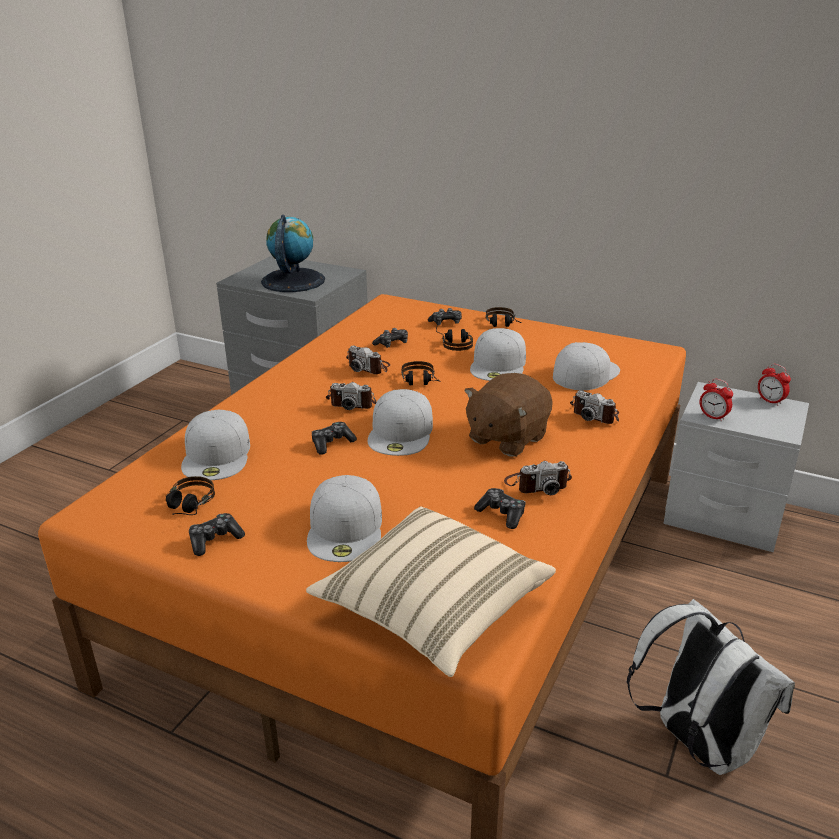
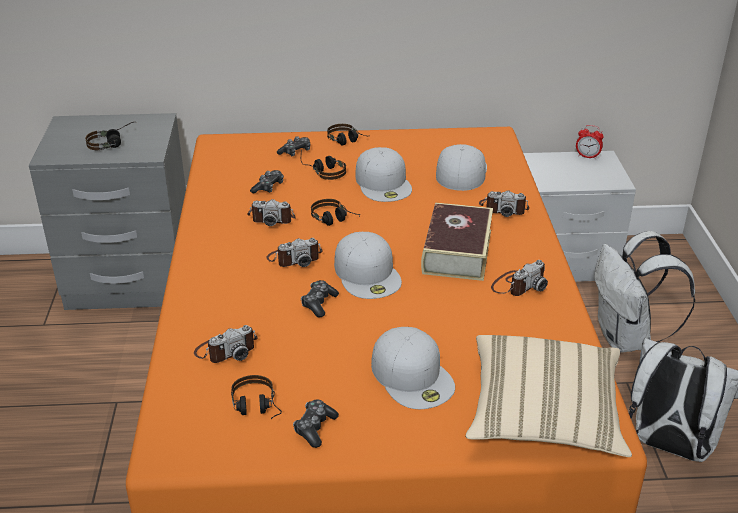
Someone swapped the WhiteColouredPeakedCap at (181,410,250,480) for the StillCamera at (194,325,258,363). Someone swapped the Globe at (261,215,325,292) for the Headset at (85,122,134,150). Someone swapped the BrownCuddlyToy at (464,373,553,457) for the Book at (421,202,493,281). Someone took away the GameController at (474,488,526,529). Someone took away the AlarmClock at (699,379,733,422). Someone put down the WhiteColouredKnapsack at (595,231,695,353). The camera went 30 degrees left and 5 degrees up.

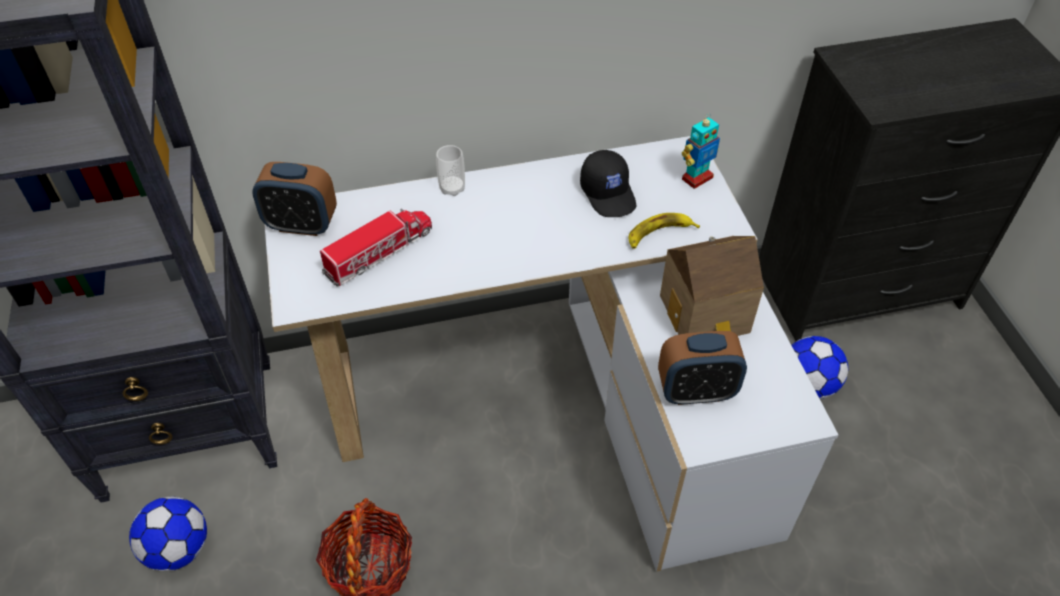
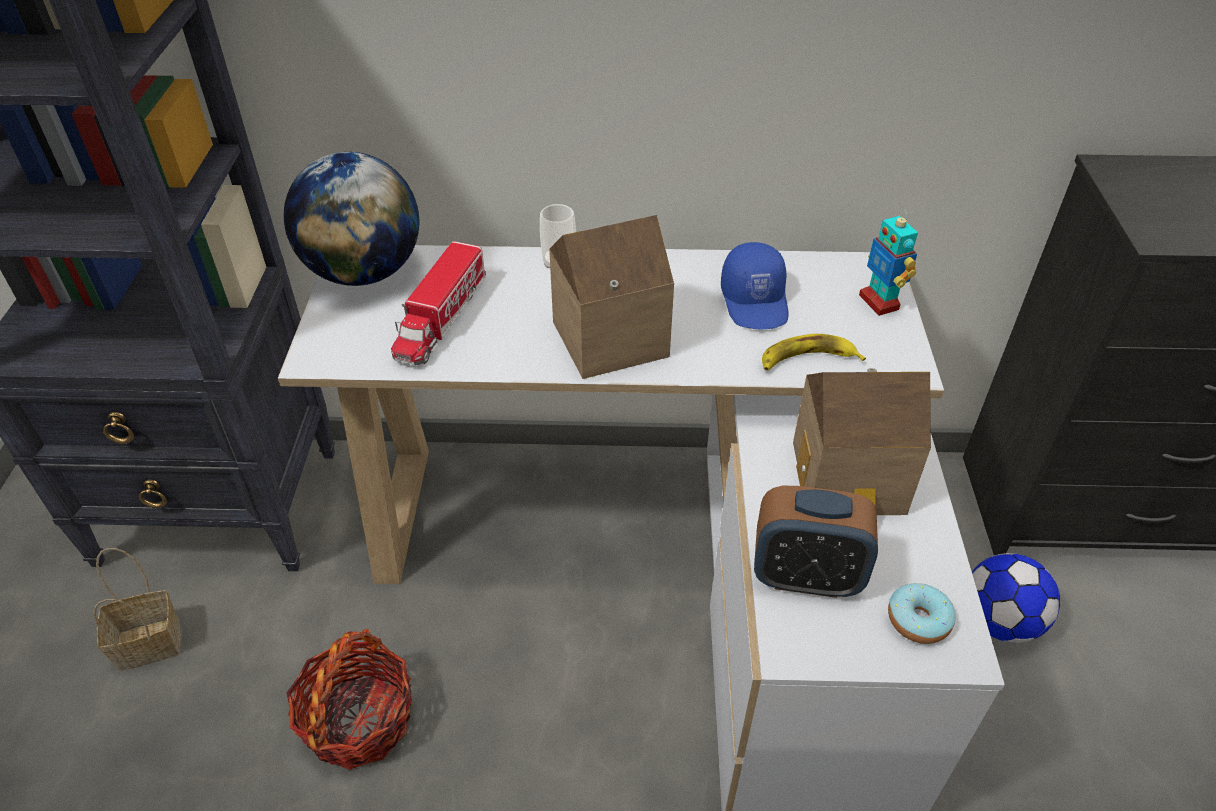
Someone swapped the FootballBall at (129,497,207,571) for the StorageBasket at (93,548,181,671). Someone swapped the AlarmClock at (252,162,337,236) for the Globe at (284,152,419,286). Someone rotated the ModelTruck at (320,208,432,287) by 135 degrees clockwise. Someone repainted the BlackishPeakedCap at (580,150,636,217), which became the BluePeakedCap at (721,242,788,329). Someone rotated the RobotFigure at (682,114,720,189) by 90 degrees clockwise. Someone put down the ToyHouse at (549,215,674,379). Someone put down the RingDoughnut at (888,583,955,644). The camera went 15 degrees right and 5 degrees down.

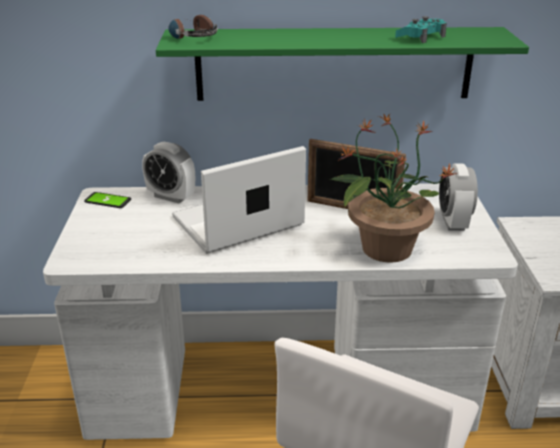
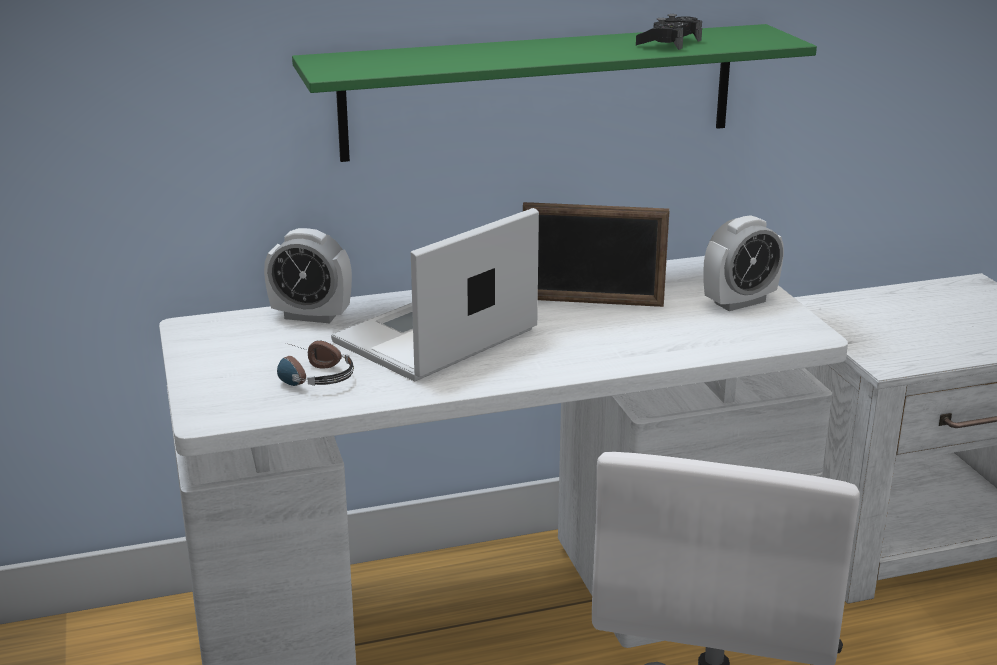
Someone took away the Phone at (84,192,131,208). Someone carried the Headset from (168,15,218,39) to (277,340,354,386). Someone took away the PlantInAPot at (330,114,457,263). Someone repainted the TurquoiseGameController at (395,16,447,43), which became the BlackishGameController at (636,14,702,50). Someone rotated the AlarmClock at (439,164,478,231) by 105 degrees counterclockwise. The camera went 15 degrees left and 5 degrees down.

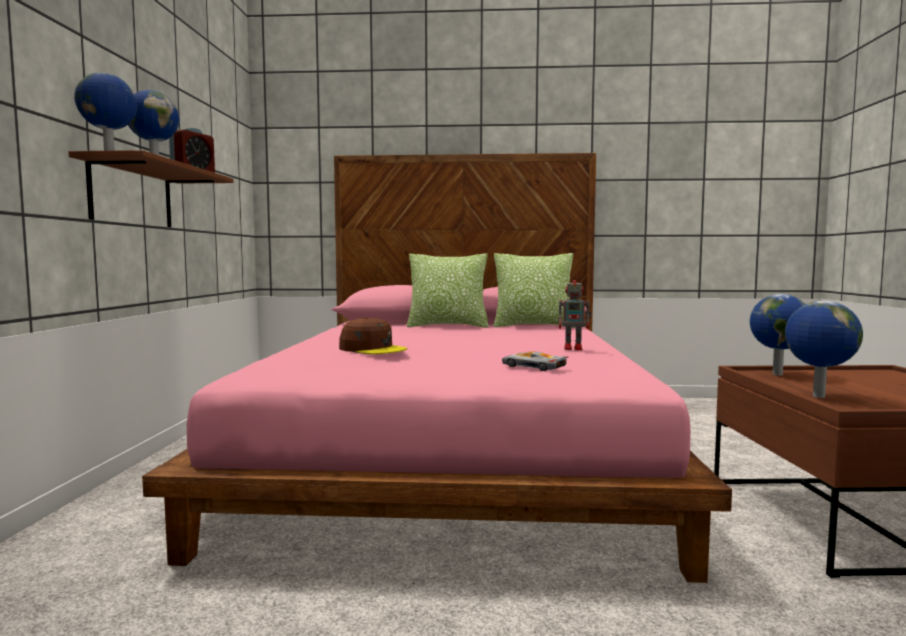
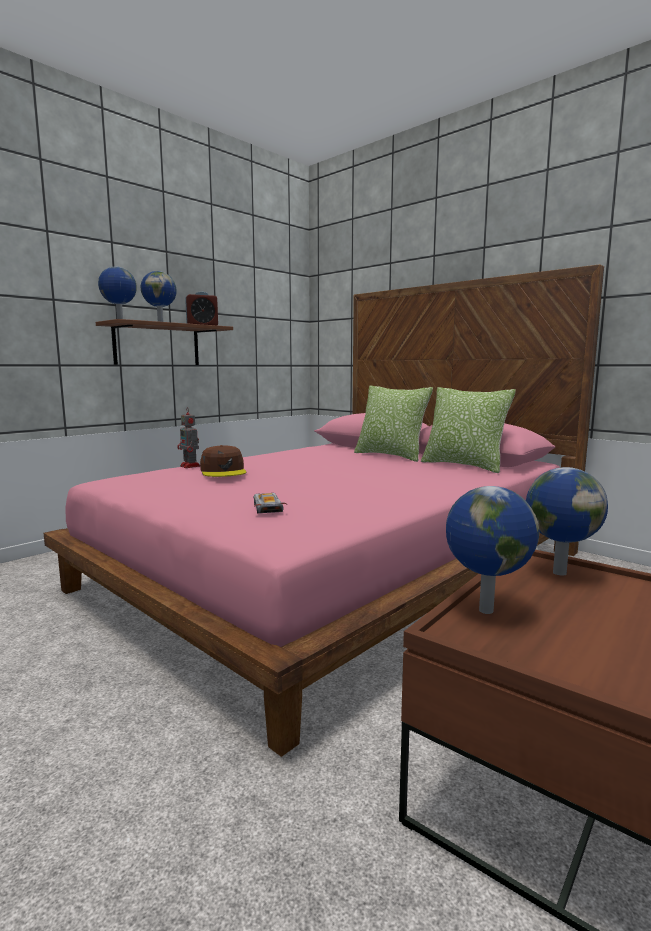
Someone carried the RobotFigure from (559,274,592,350) to (177,407,200,468). The camera went 40 degrees right and 5 degrees up.

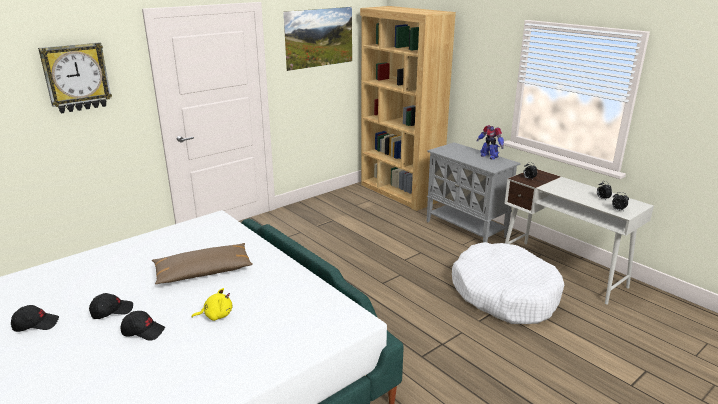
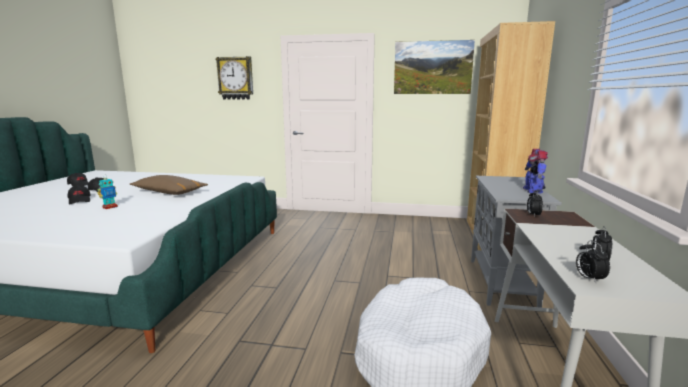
Someone swapped the YellowCuddlyToy at (191,288,232,321) for the RobotFigure at (98,175,118,209). The camera went 50 degrees right and 10 degrees down.

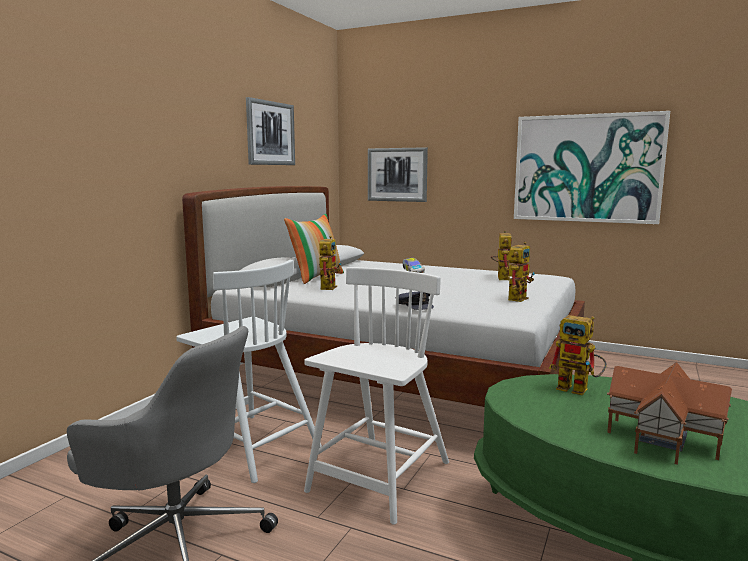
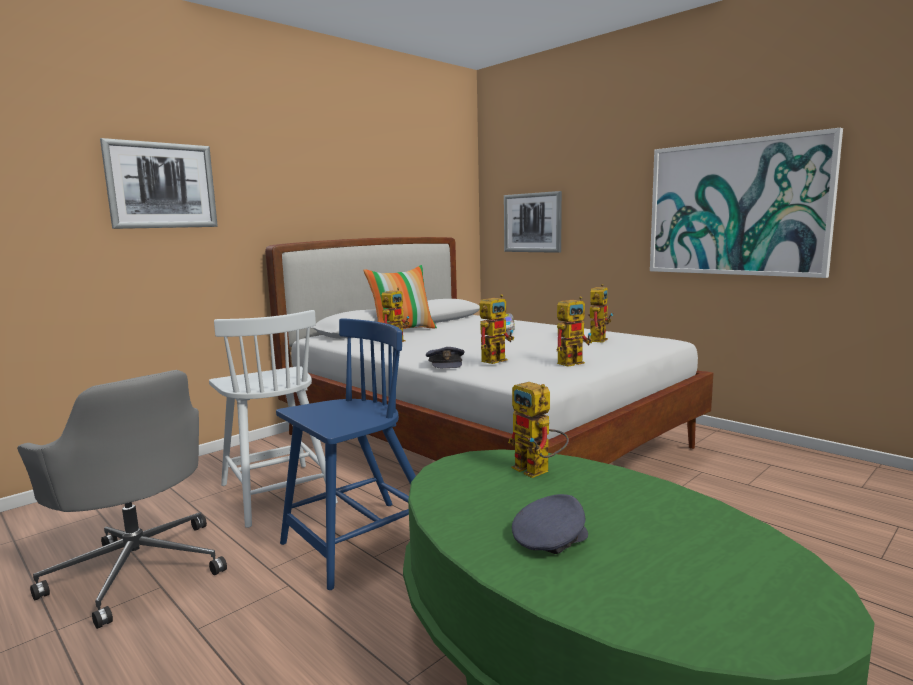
Someone carried the Picture from (246,97,295,165) to (100,138,218,229). Someone repainted the WhiteColouredUprightChair at (304,267,449,525), which became the BlueUprightChair at (276,318,416,590). Someone swapped the ToyHouse at (607,362,732,465) for the GrayPeakedCap at (512,494,588,554). Someone put down the RobotFigure at (480,294,514,364). The camera went 20 degrees right and 0 degrees up.

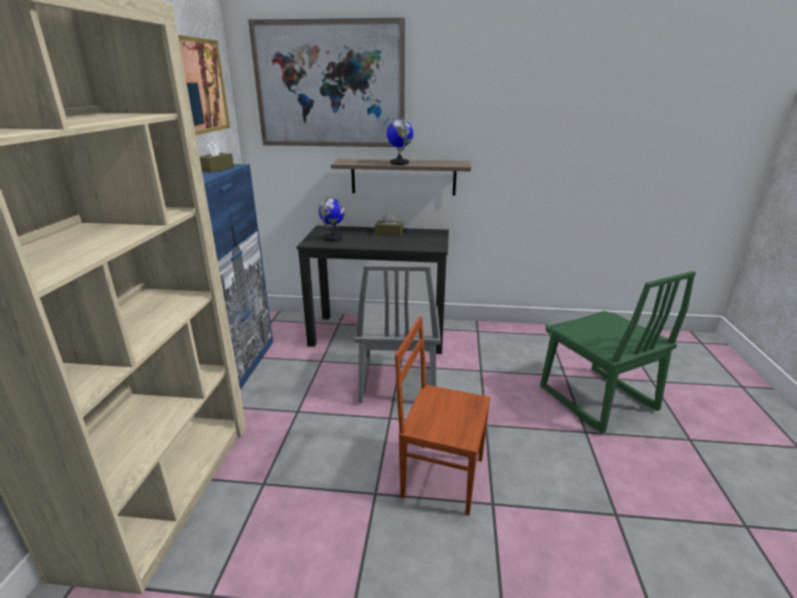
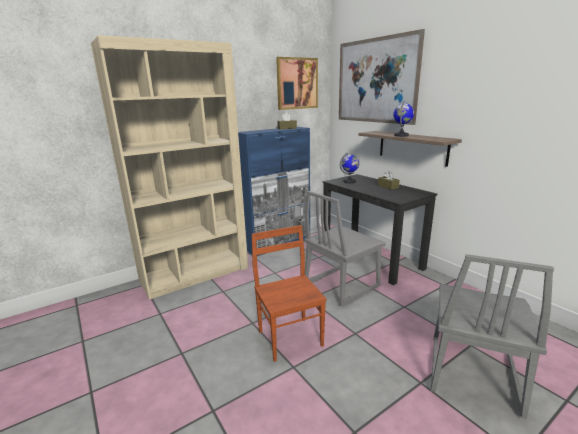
Someone repainted the GreenColouredUprightChair at (540,271,696,433), which became the GrayUprightChair at (431,254,554,419). The camera went 50 degrees right and 5 degrees down.

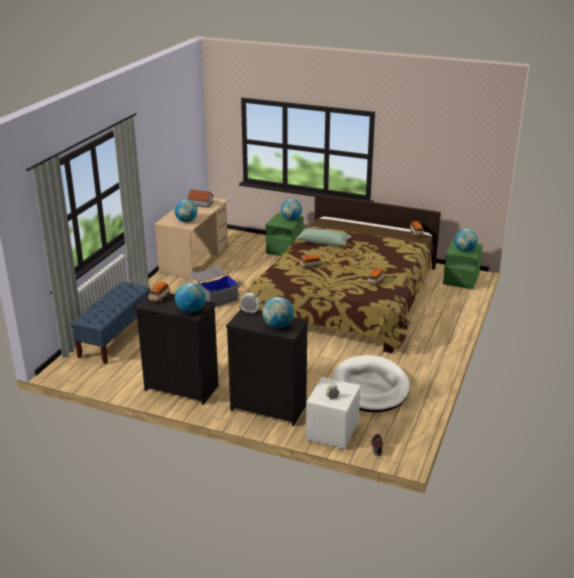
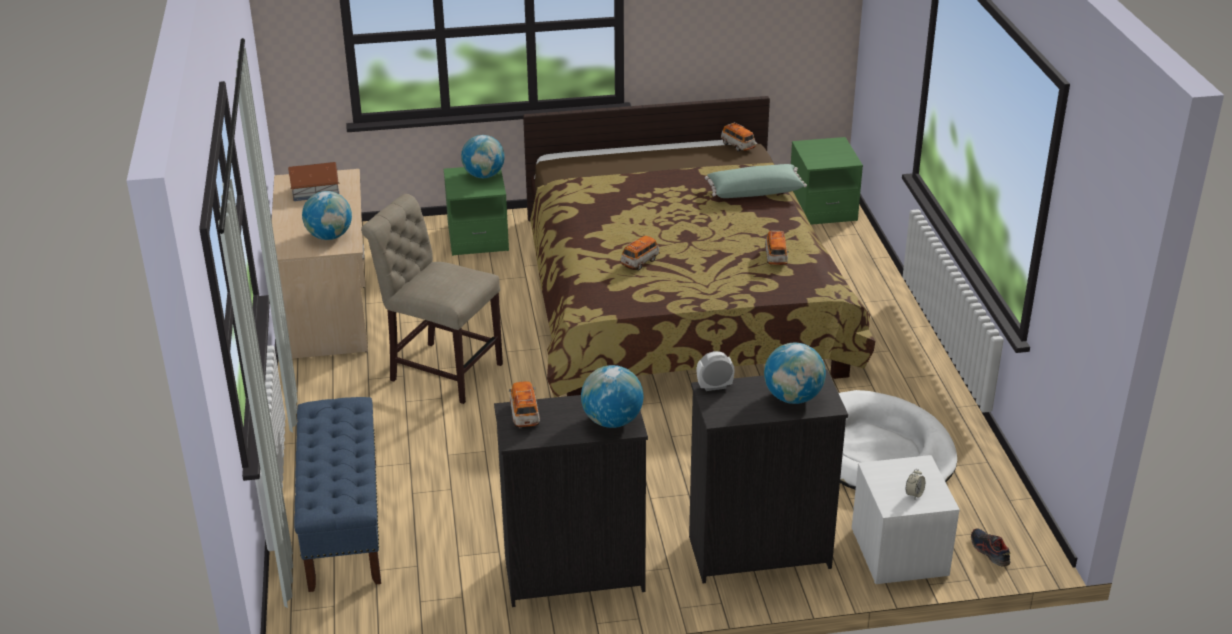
Someone swapped the GrayStorageContainer at (189,266,240,307) for the SandColouredUprightChair at (361,194,503,404). Someone carried the GreenColouredPillow from (297,228,351,246) to (705,164,807,198). Someone took away the Globe at (454,229,478,252). The camera went 30 degrees left and 5 degrees up.

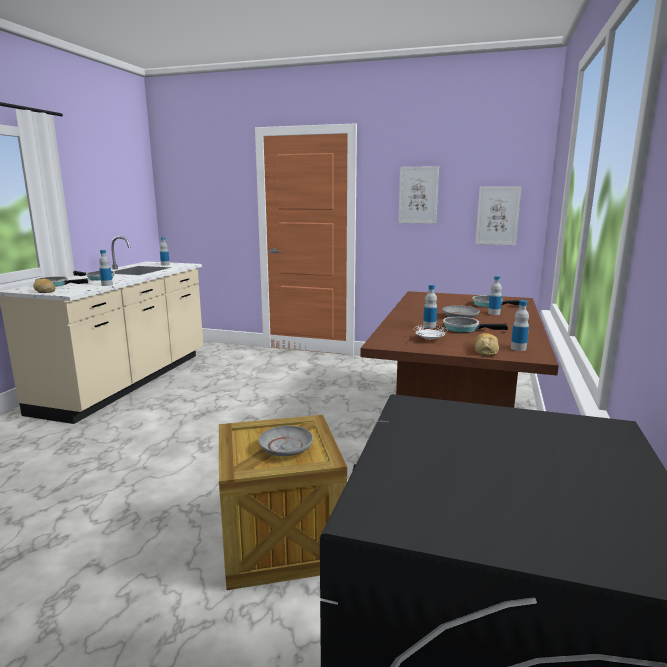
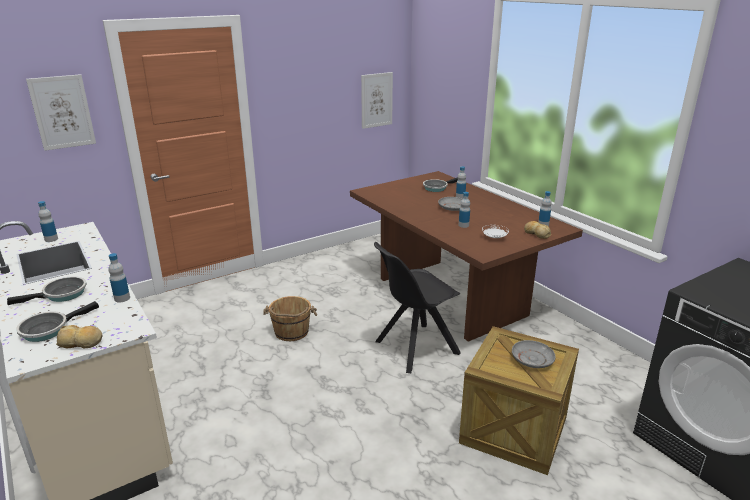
Someone carried the Picture from (398,166,439,224) to (26,74,96,151). Someone took away the Pan at (443,317,508,332). Someone put down the BrownBucket at (263,296,317,341). Someone put down the BlackishUprightChair at (374,242,461,373). The camera went 50 degrees left and 10 degrees up.

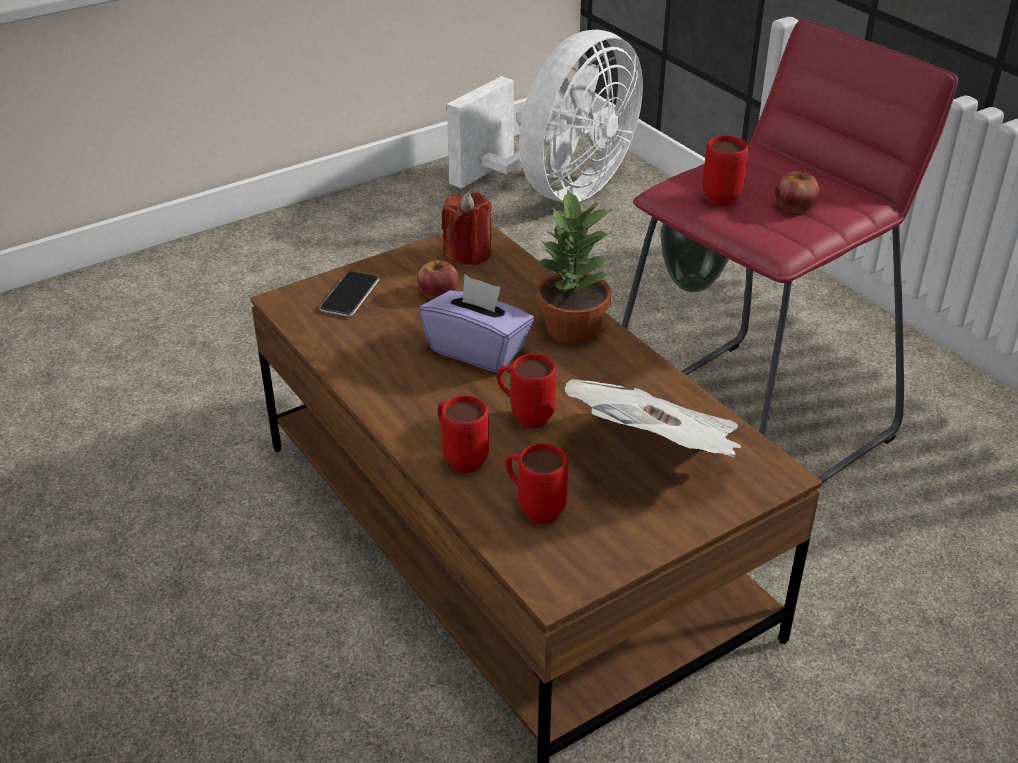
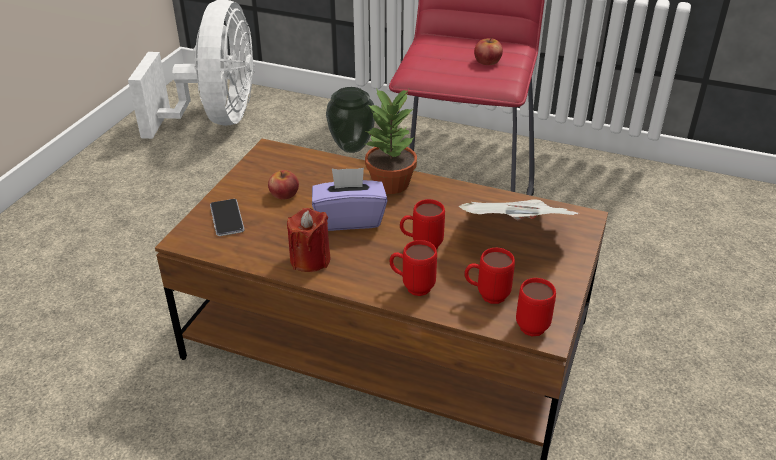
Someone carried the RedWaxCandle from (442,192,492,266) to (287,208,331,272). Someone carried the RedMug from (703,136,748,206) to (516,278,556,336). The camera went 35 degrees left and 0 degrees up.

